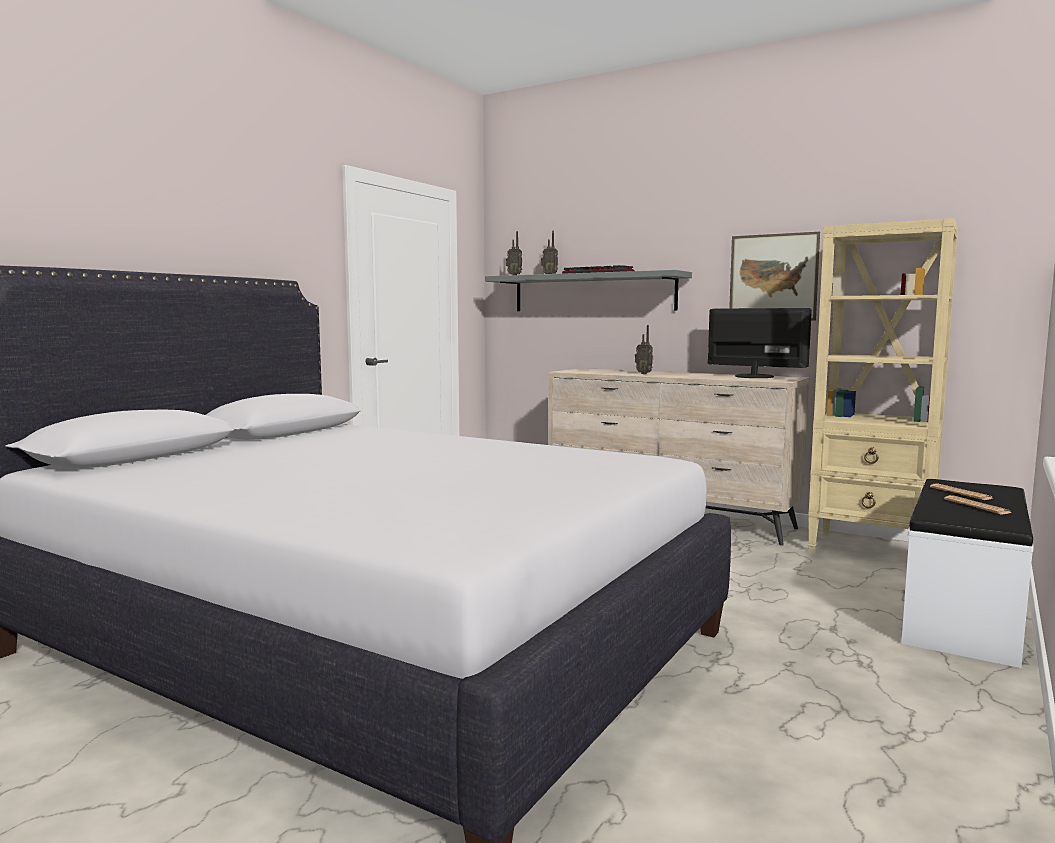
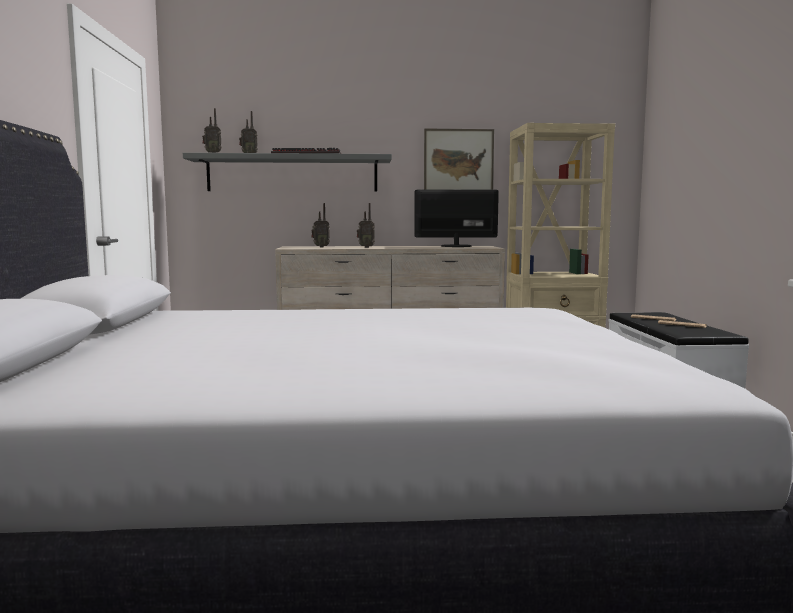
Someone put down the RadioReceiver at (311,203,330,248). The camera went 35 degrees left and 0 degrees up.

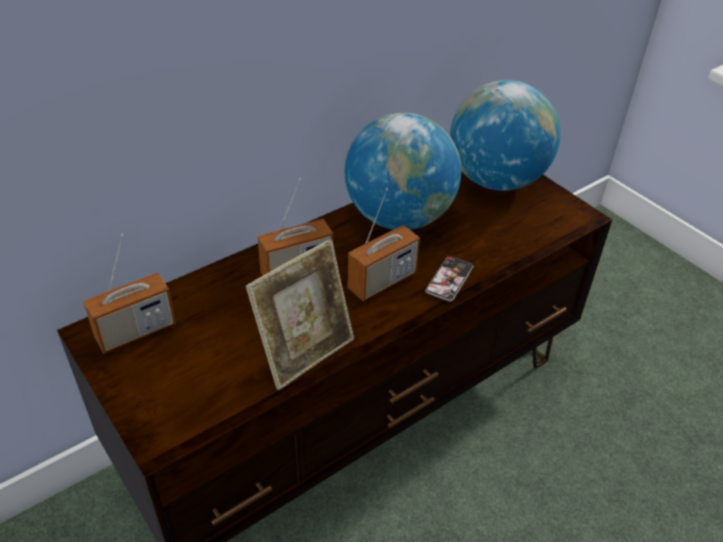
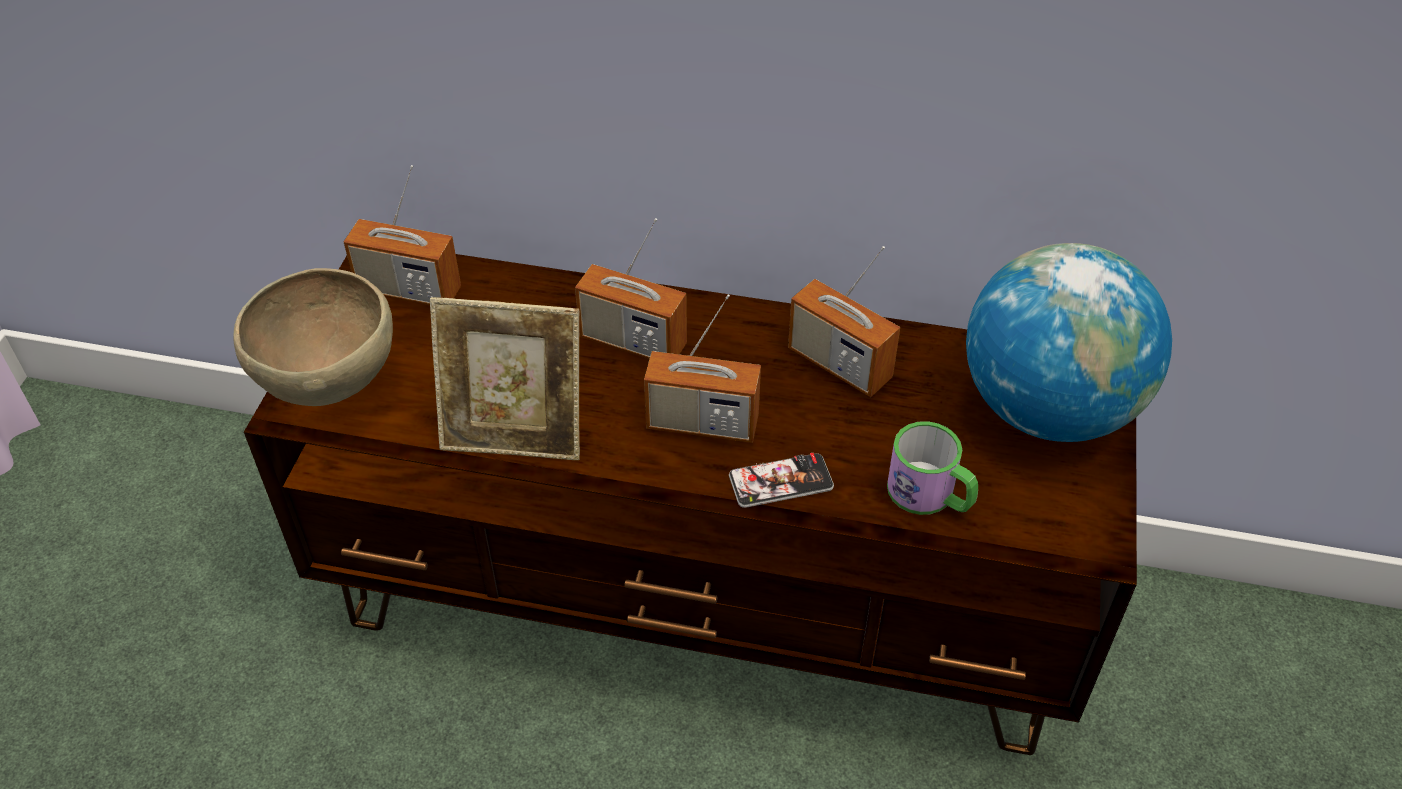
Someone swapped the Globe at (344,113,461,230) for the RadioReceiver at (788,246,900,397). Someone put down the BrownDeepDish at (233,268,393,406). Someone put down the Mug at (887,421,978,515). The camera went 50 degrees right and 5 degrees up.

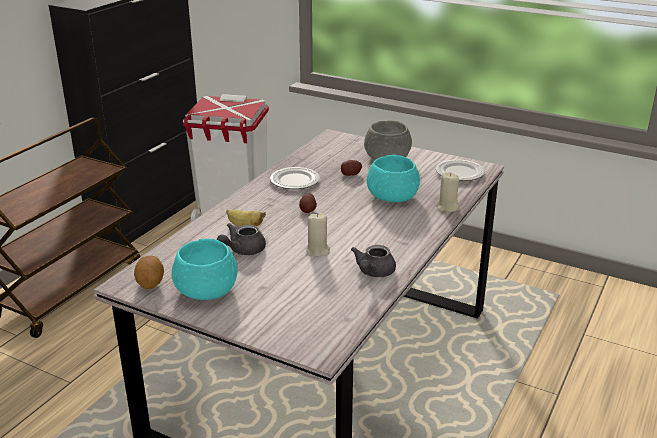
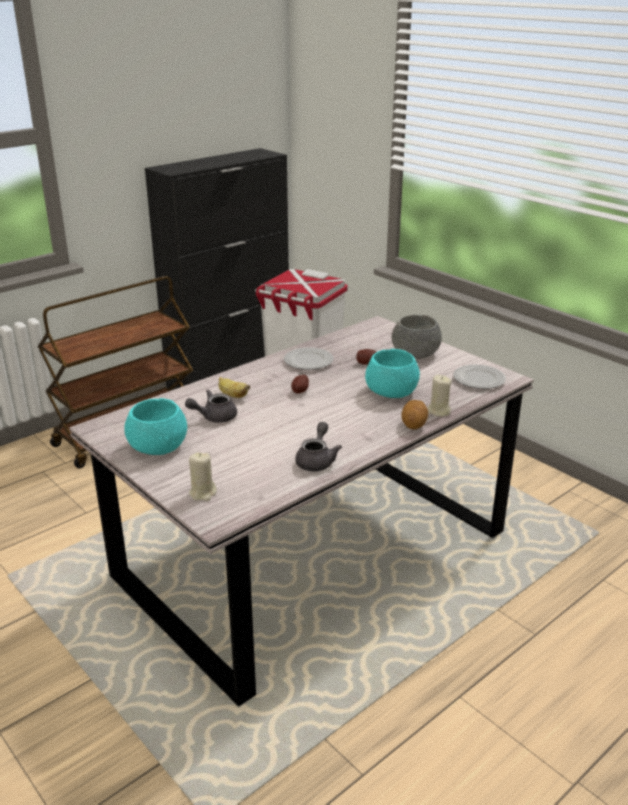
Someone carried the Potato from (134,256,164,289) to (401,400,428,430). Someone carried the SandColouredWaxCandle from (306,213,330,257) to (189,452,217,501). Someone rotated the GrayTeaPot at (351,245,396,277) by 150 degrees clockwise. The camera went 20 degrees right and 0 degrees up.

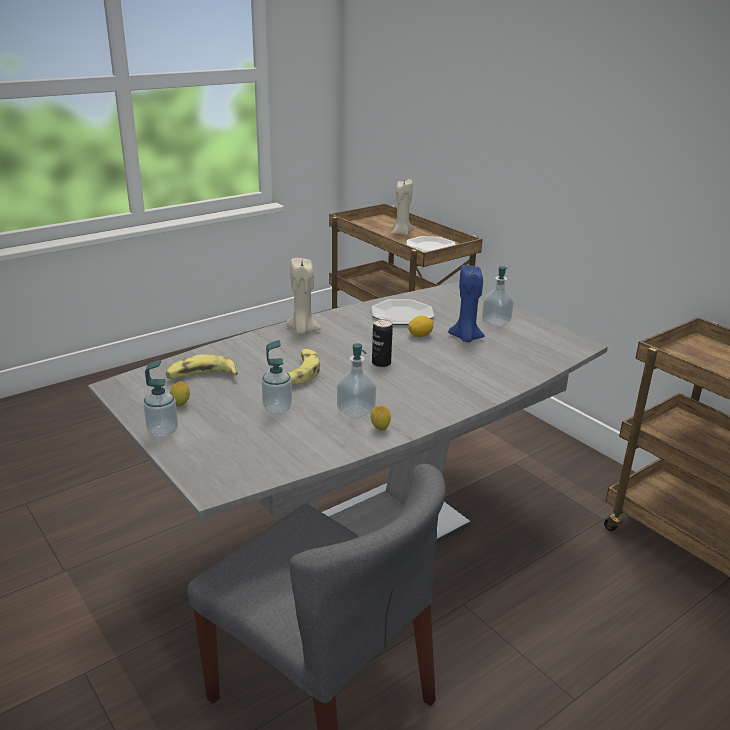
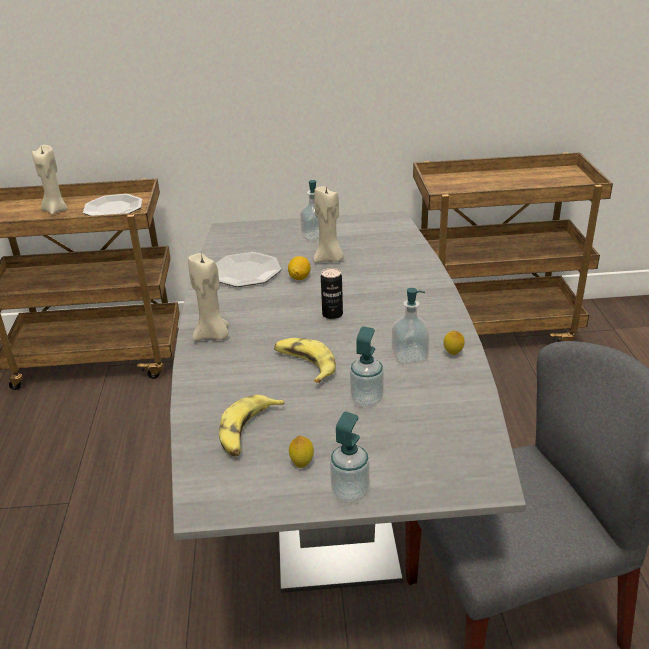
Someone repainted the BlueWaxCandle at (448,265,485,342), which became the SandColouredWaxCandle at (313,186,344,263). The camera went 55 degrees left and 5 degrees up.

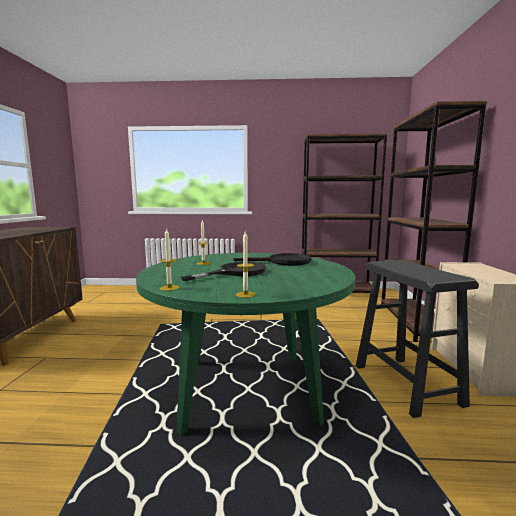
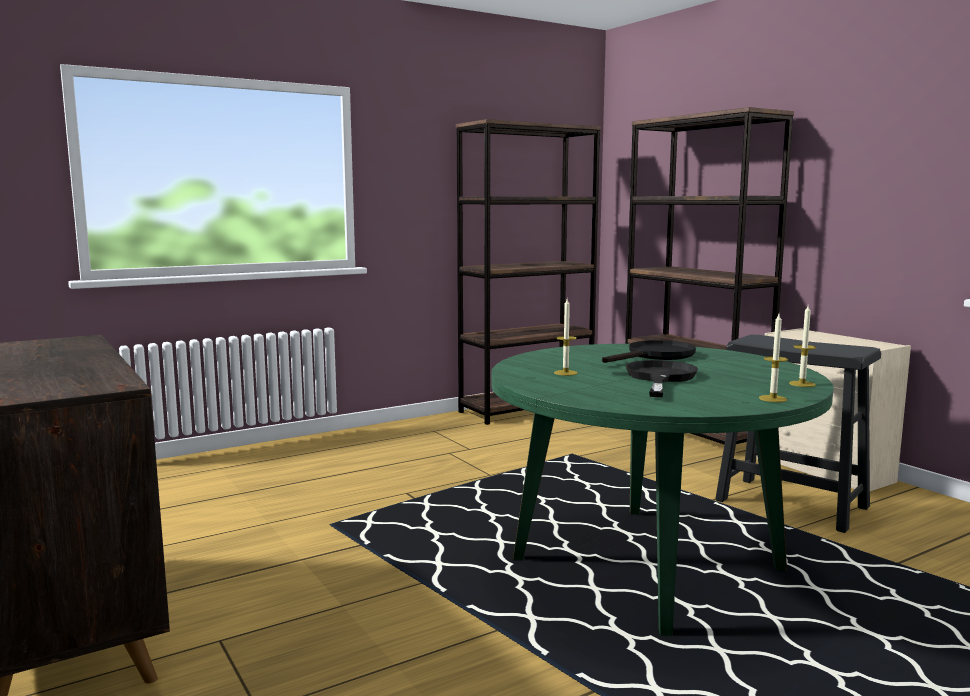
Someone carried the WaxCandle from (160,228,179,291) to (789,305,817,387). The camera went 35 degrees left and 0 degrees up.

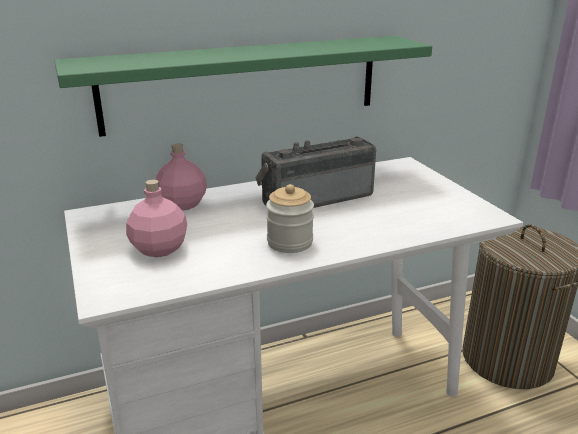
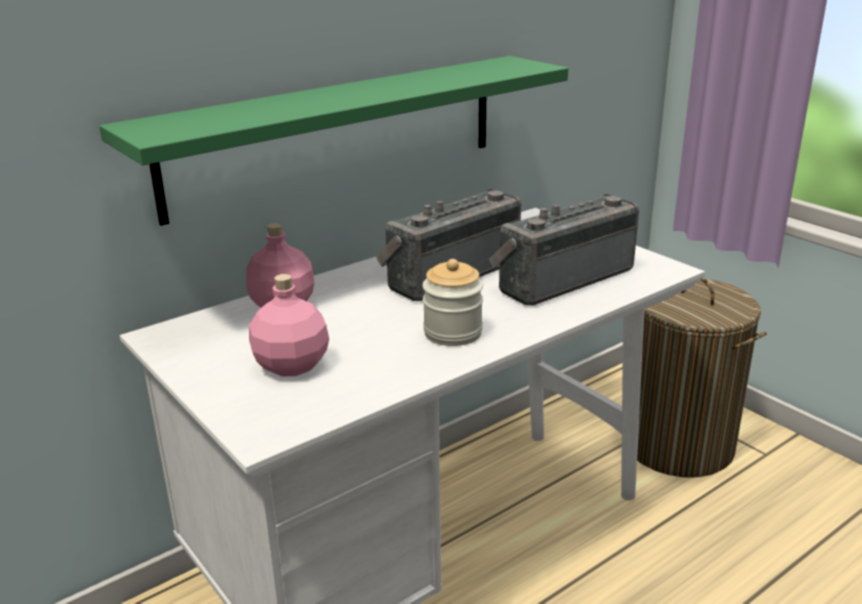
Someone put down the RadioReceiver at (489,194,639,306). The camera went 15 degrees left and 0 degrees up.

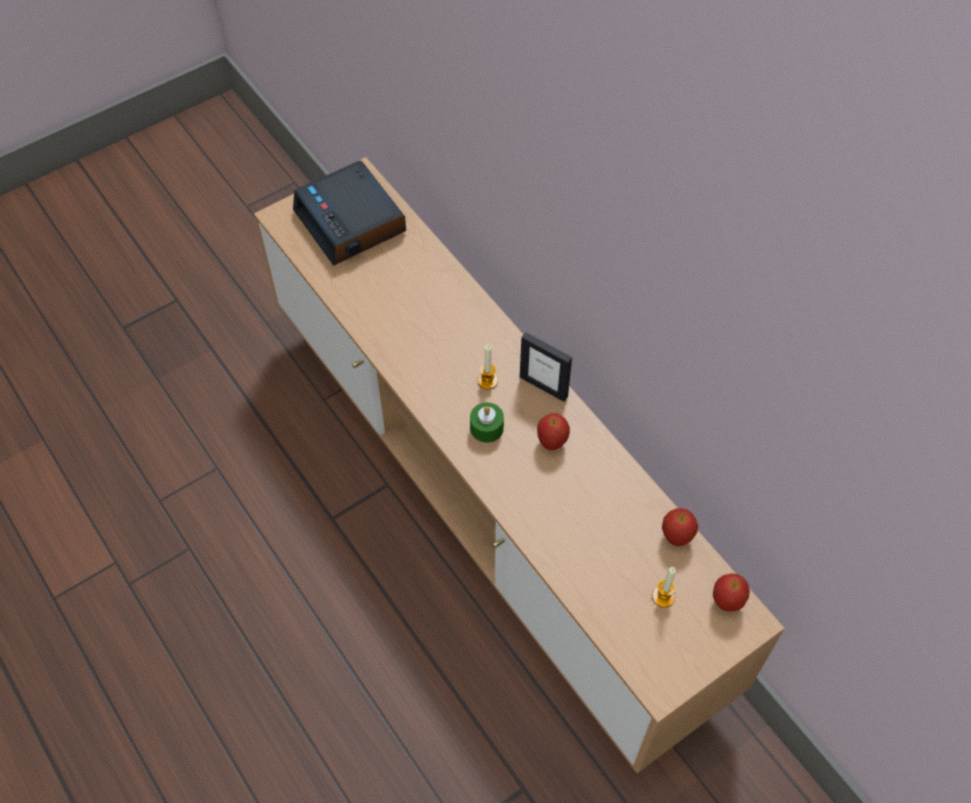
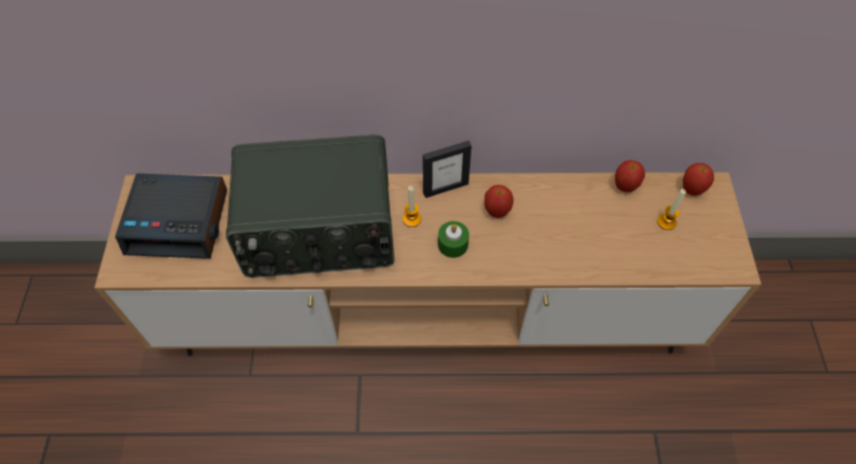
Someone put down the RadioReceiver at (226,135,394,278). The camera went 55 degrees left and 0 degrees up.

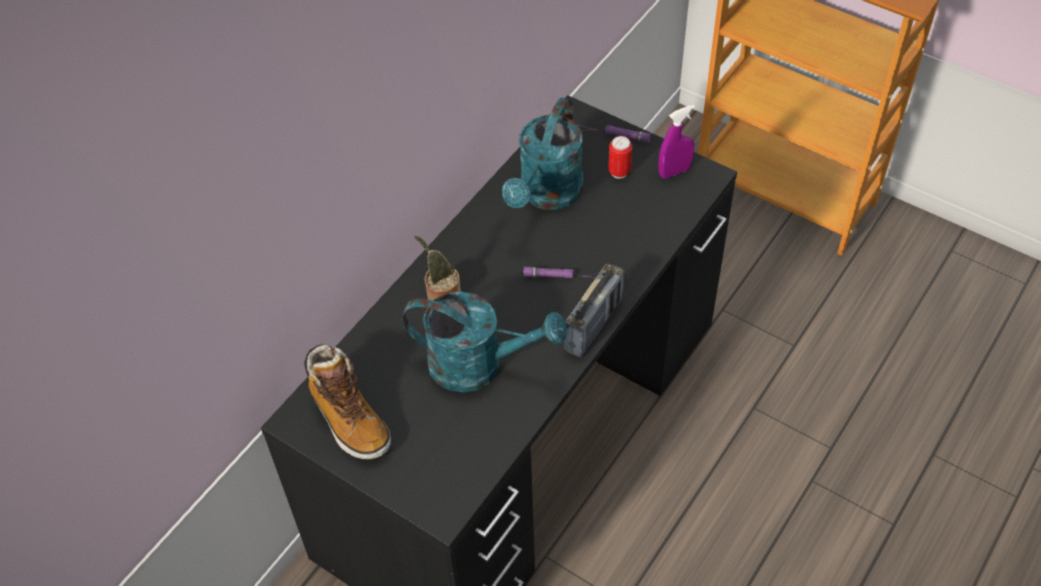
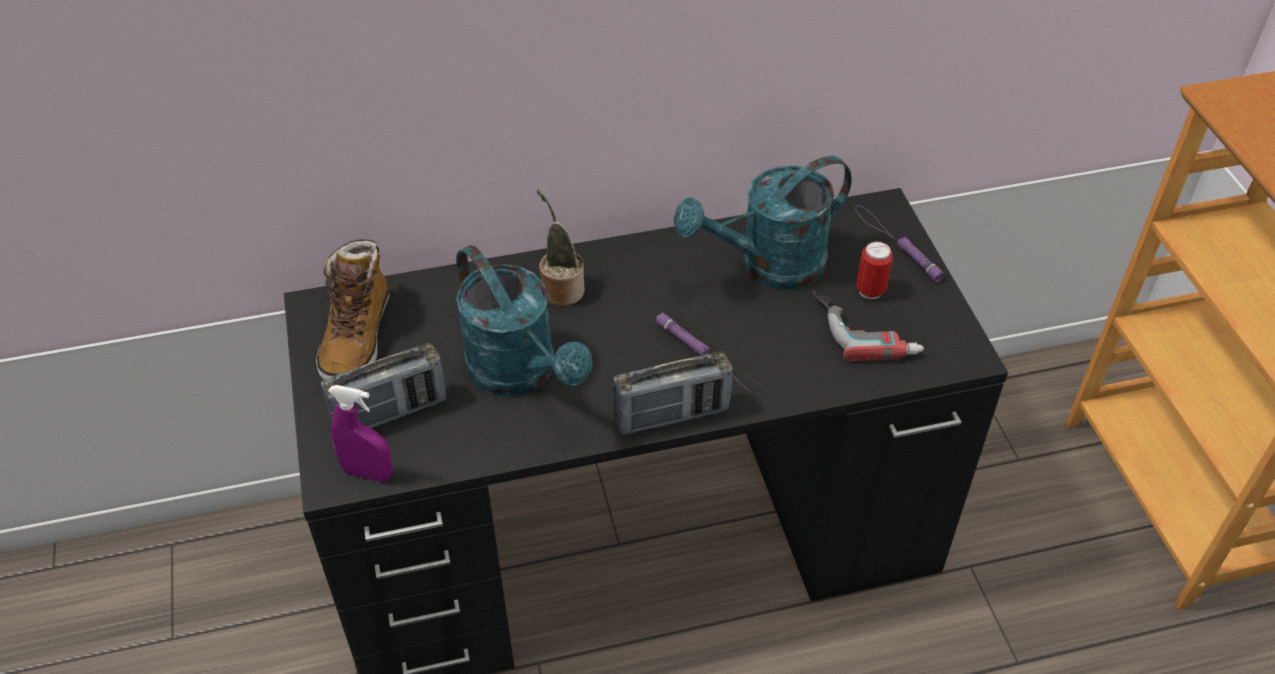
Someone carried the PurplishHandSprayer from (658,105,695,179) to (328,385,392,482). Someone put down the RadioReceiver at (321,343,446,428). Someone put down the Drill at (812,290,924,361). The camera went 40 degrees right and 5 degrees down.

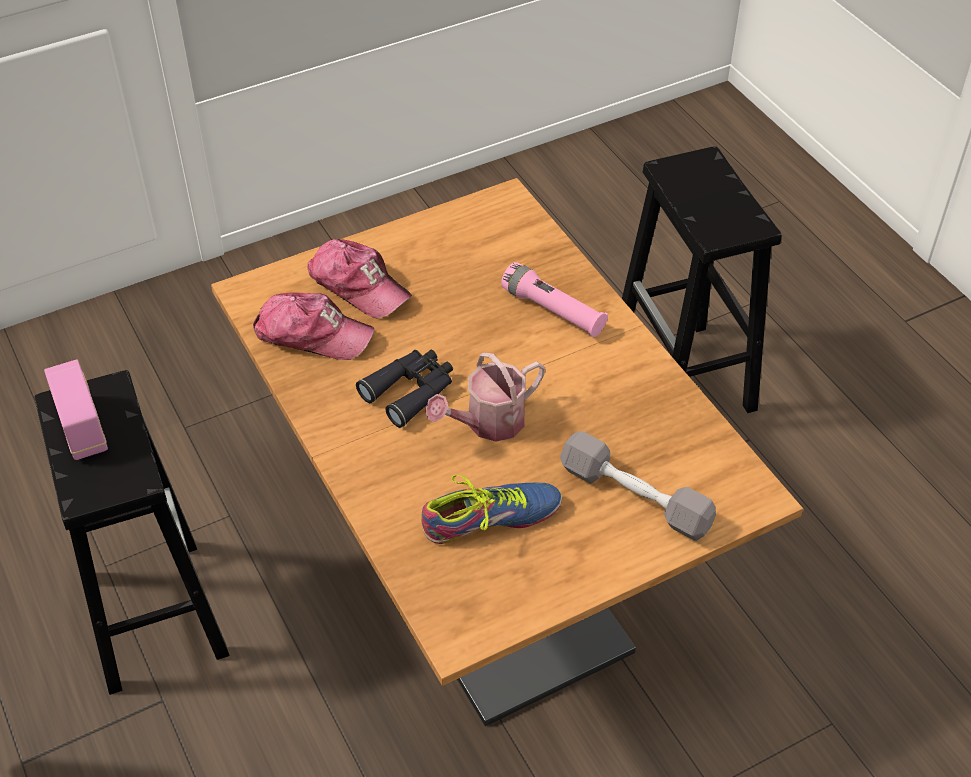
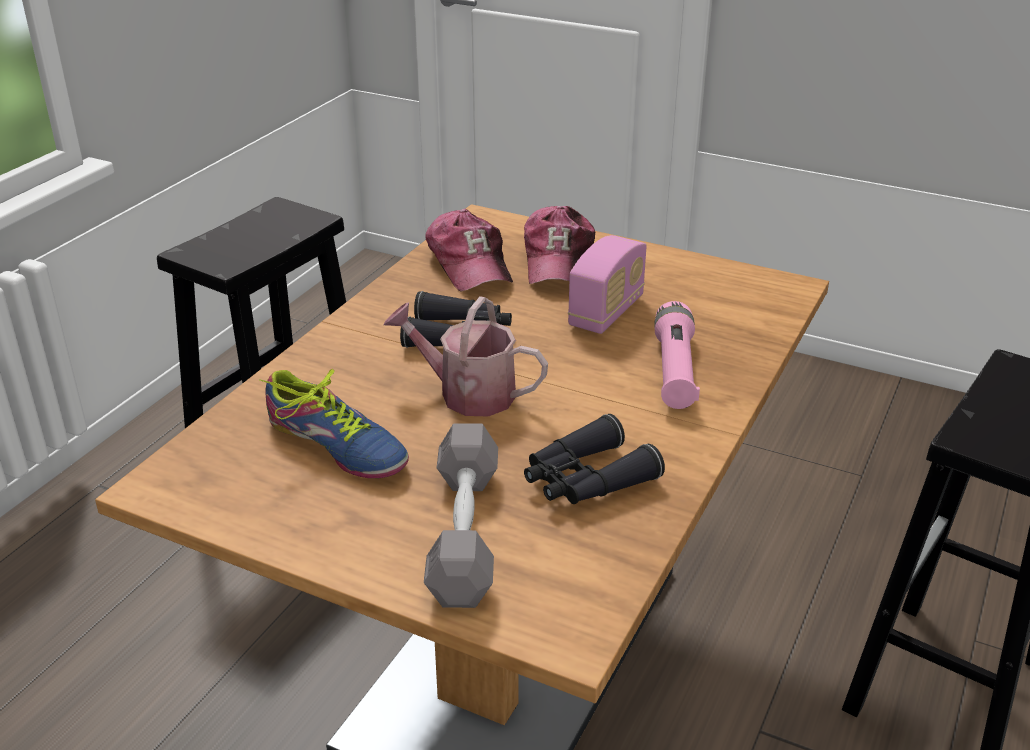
Someone carried the RadioReceiver from (44,360,108,460) to (568,235,647,334). Someone put down the BlackishFieldGlasses at (524,414,665,504). The camera went 55 degrees right and 15 degrees down.

